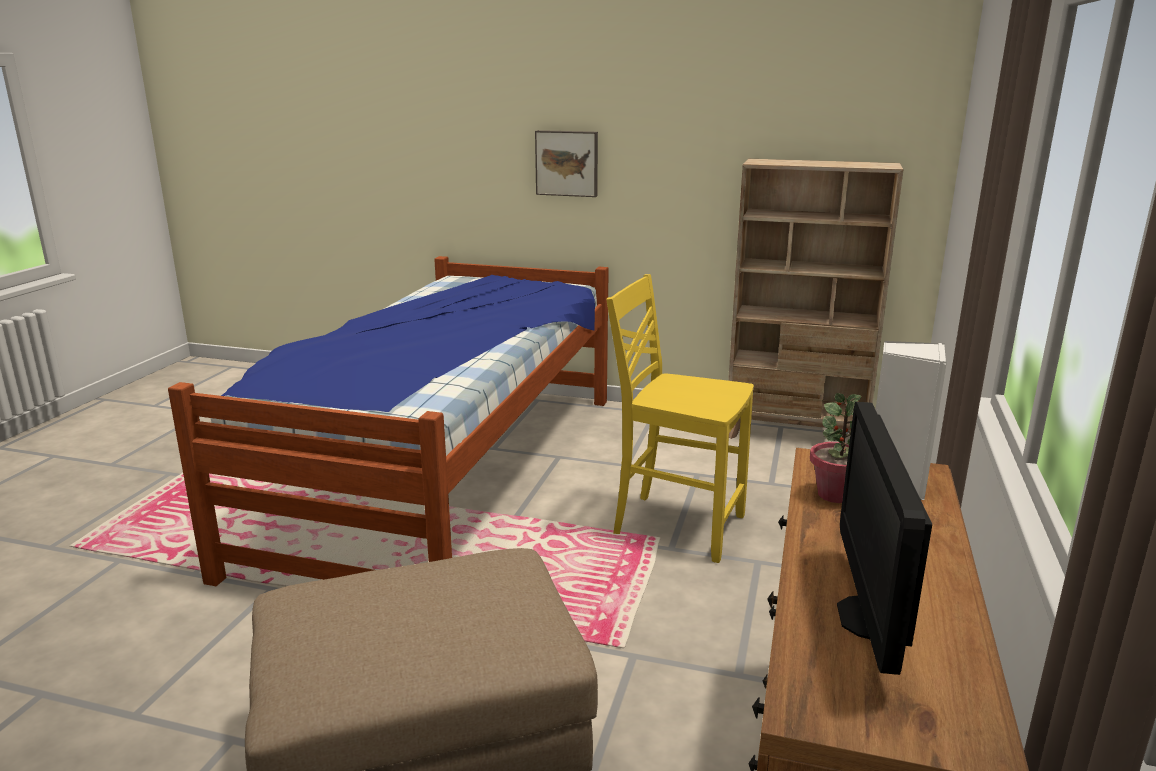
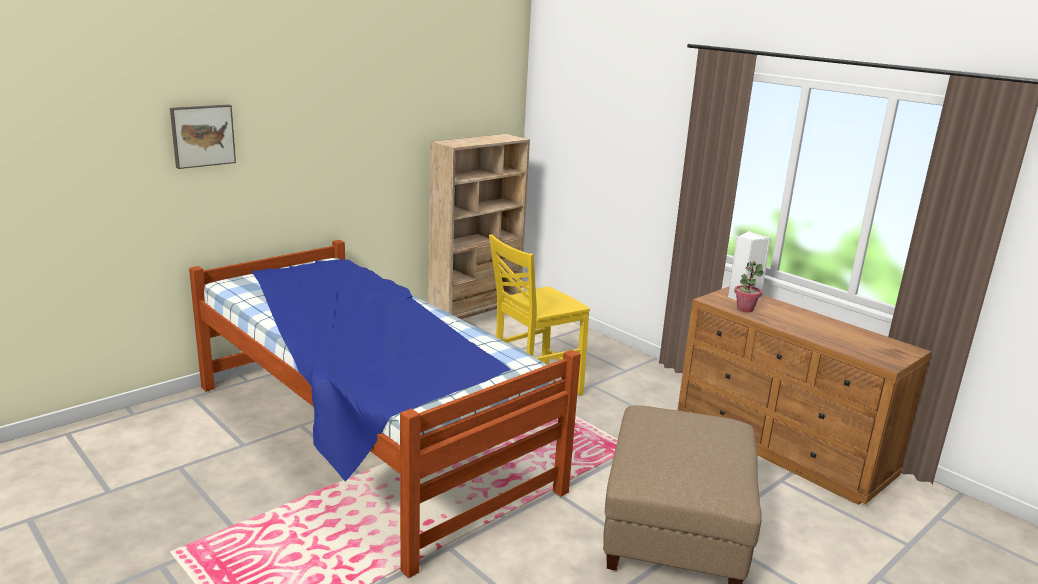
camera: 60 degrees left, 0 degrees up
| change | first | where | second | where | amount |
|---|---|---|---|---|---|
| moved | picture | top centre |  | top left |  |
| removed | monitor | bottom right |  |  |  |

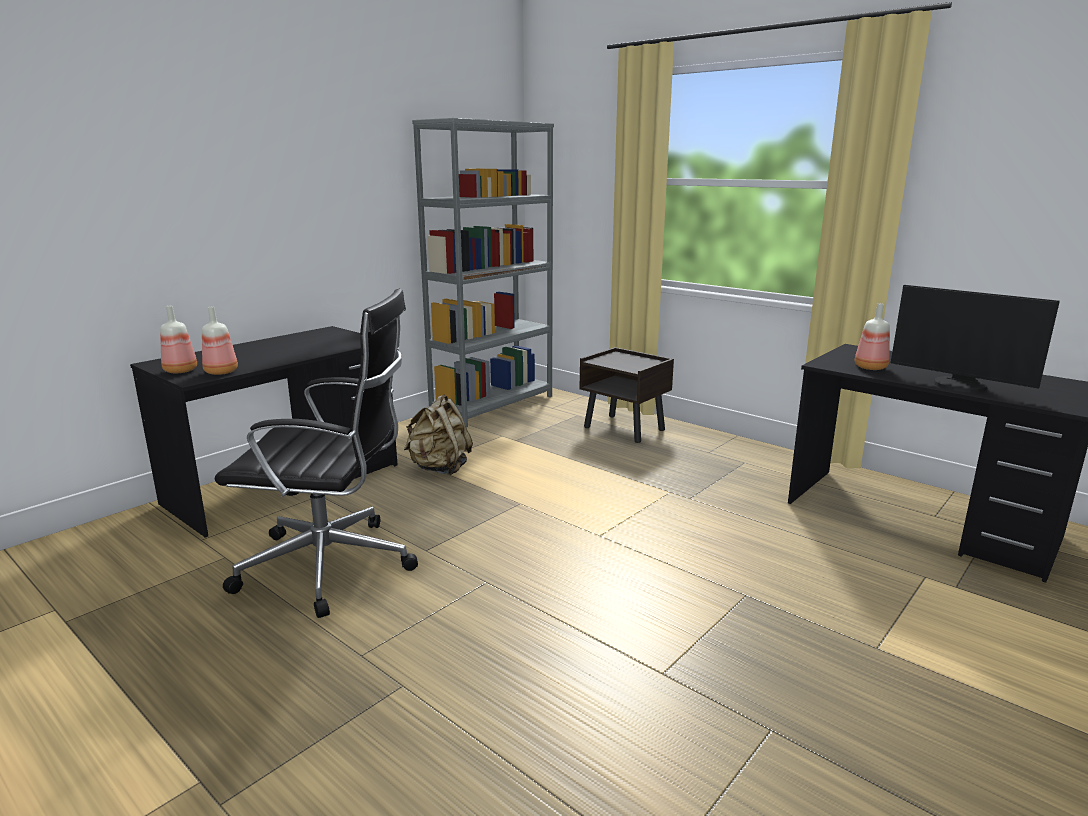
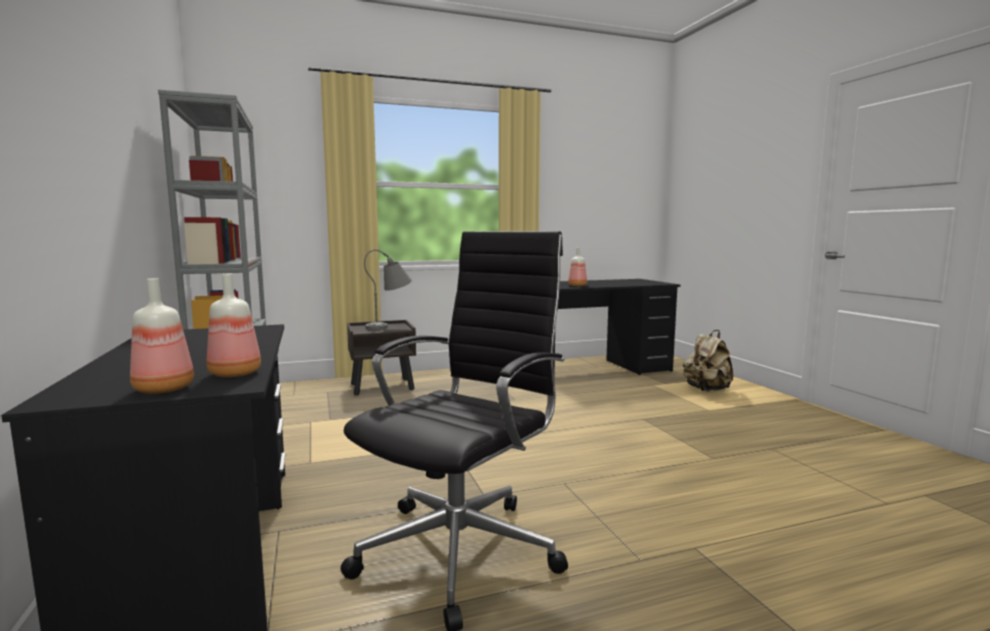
camera: 60 degrees left, 10 degrees down
| change | first | where | second | where | amount |
|---|---|---|---|---|---|
| removed | monitor | middle right |  |  |  |
| moved | backpack/beige | centre |  | middle right |  |
| added |  |  | table lamp/grey | centre |  |

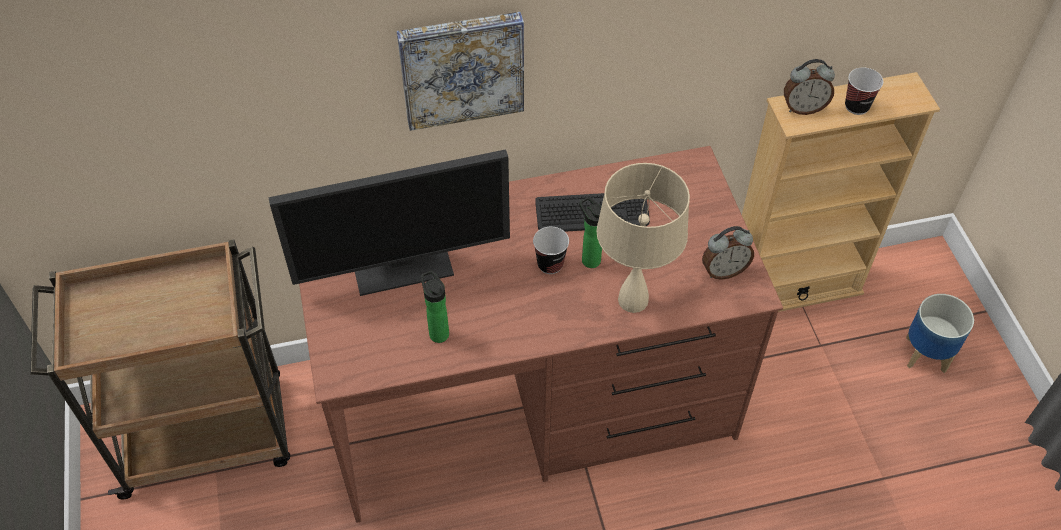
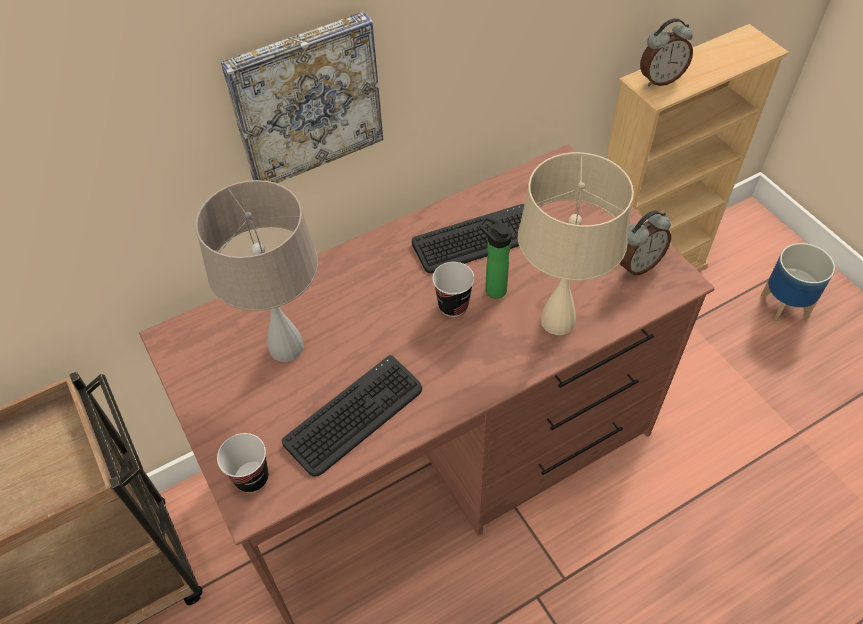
camera: 15 degrees left, 0 degrees up
| change | first | where | second | where | amount |
|---|---|---|---|---|---|
| moved | cup (2nd from left in the first image) | top right | cup (1st from left) | bottom left |  |
| replaced | monitor | centre | table lamp/beige (1st from left) | middle left |  |
| replaced | bottle (1st from left) | centre | keyboard (1st from left) | bottom centre |  |

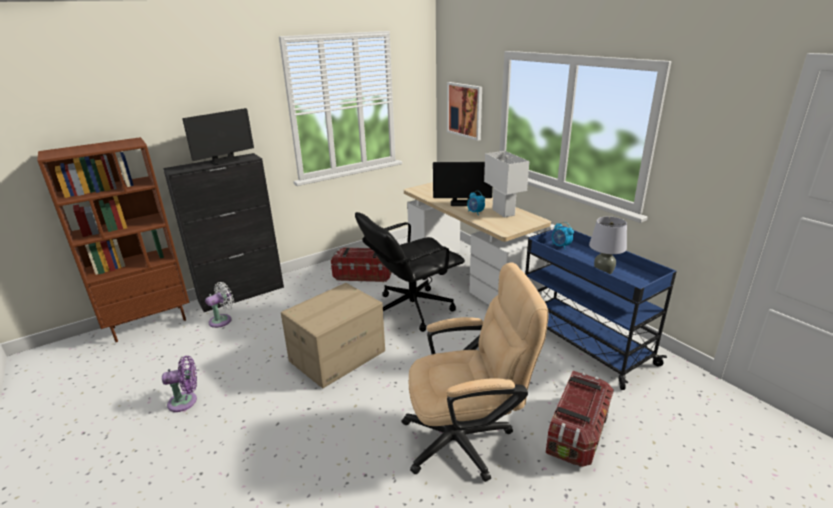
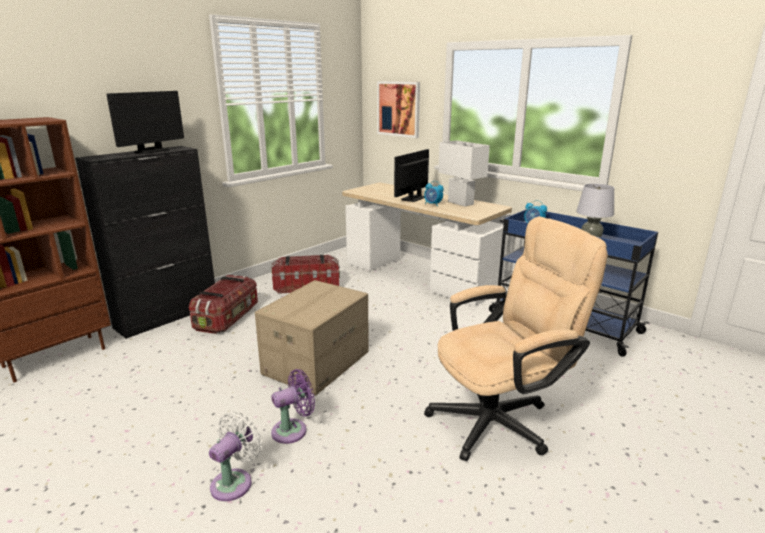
camera: 15 degrees left, 5 degrees down
| change | first | where | second | where | amount |
|---|---|---|---|---|---|
| turned | monitor (2nd from left) | centre |  | top centre | 135 degrees clockwise |
| removed | office chair/black | centre |  |  |  |
| moved | fan/white | middle left |  | bottom left |  |
| moved | fan/purple | bottom left |  | bottom centre |  |
| moved | storage box (2nd from left in the first image) | bottom right | storage box (1st from left) | middle left |  |

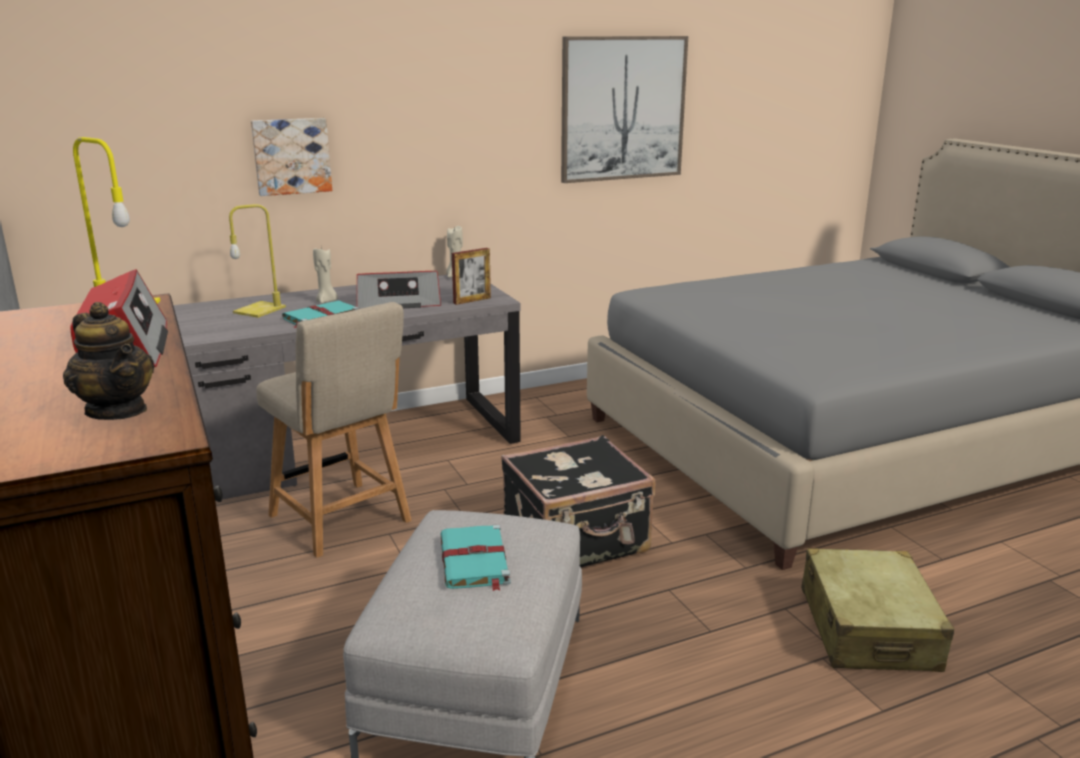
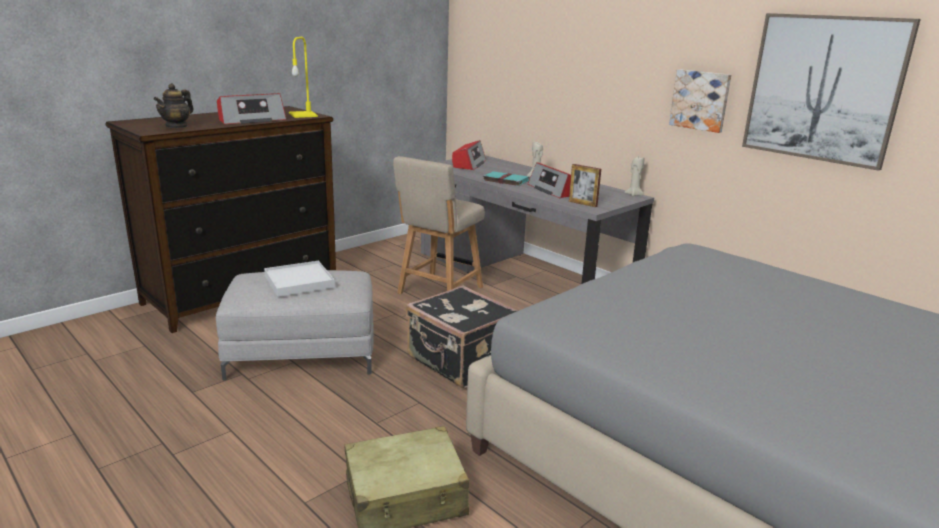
camera: 70 degrees right, 0 degrees up
| change | first | where | second | where | amount |
|---|---|---|---|---|---|
| moved | picture (1st from left) | top left |  | top right |  |
| removed | table lamp/yellow (2nd from left) | middle left |  |  |  |
| replaced | book/turquoise (2nd from left) | bottom centre | tray/white | middle left |  |
| added |  |  | radio (2nd from left) | top centre |  |

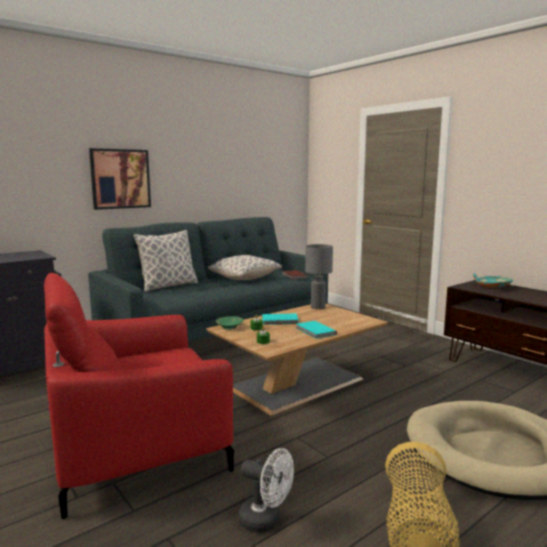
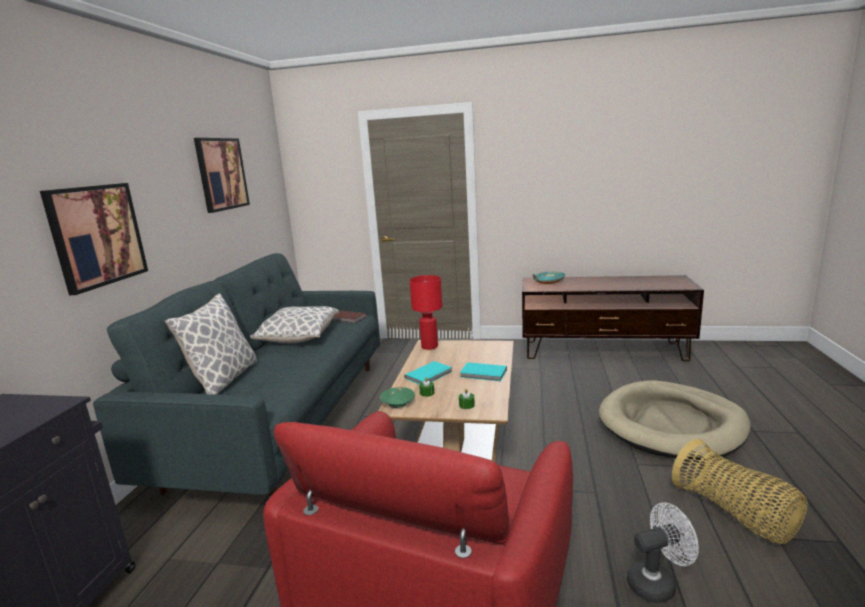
camera: 40 degrees left, 5 degrees up
| change | first | where | second | where | amount |
|---|---|---|---|---|---|
| recoloured | table lamp/grey | centre | table lamp/red | centre |  |
| added |  |  | picture (2nd from left) | top left |  |

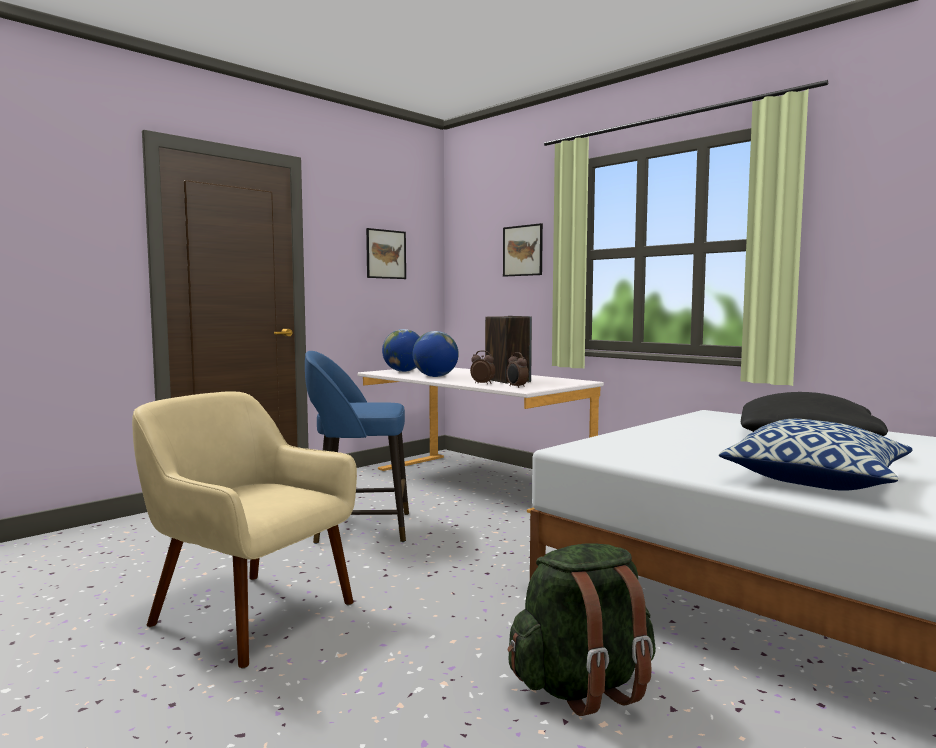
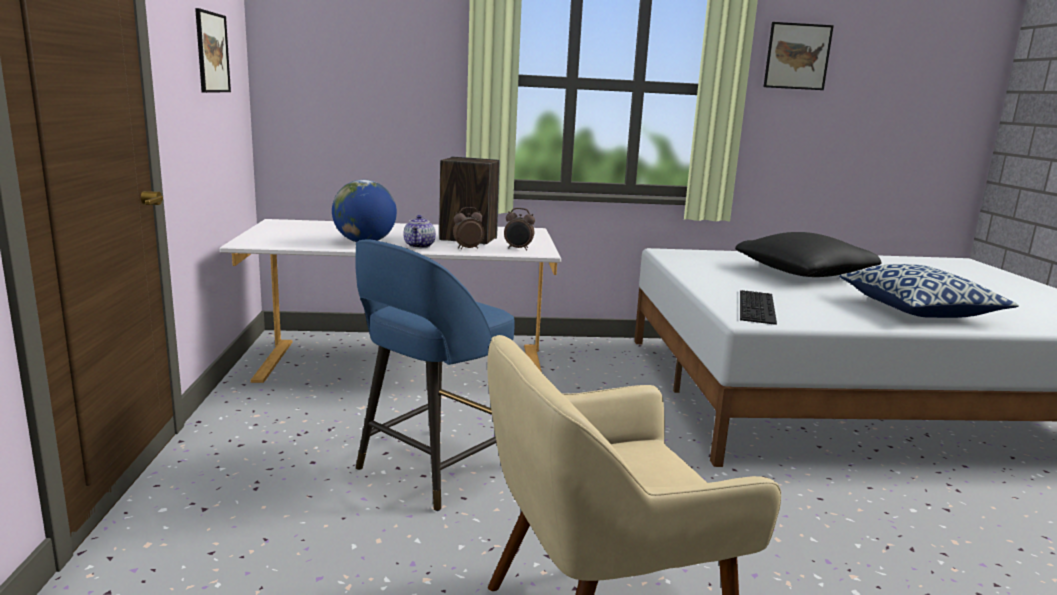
camera: 50 degrees left, 10 degrees up
| change | first | where | second | where | amount |
|---|---|---|---|---|---|
| moved | picture (2nd from left) | centre |  | top right |  |
| removed | globe (1st from left) | centre |  |  |  |
| removed | backpack/green | bottom centre |  |  |  |
| added |  |  | teapot | centre |  |
| added |  |  | keyboard | middle right |  |

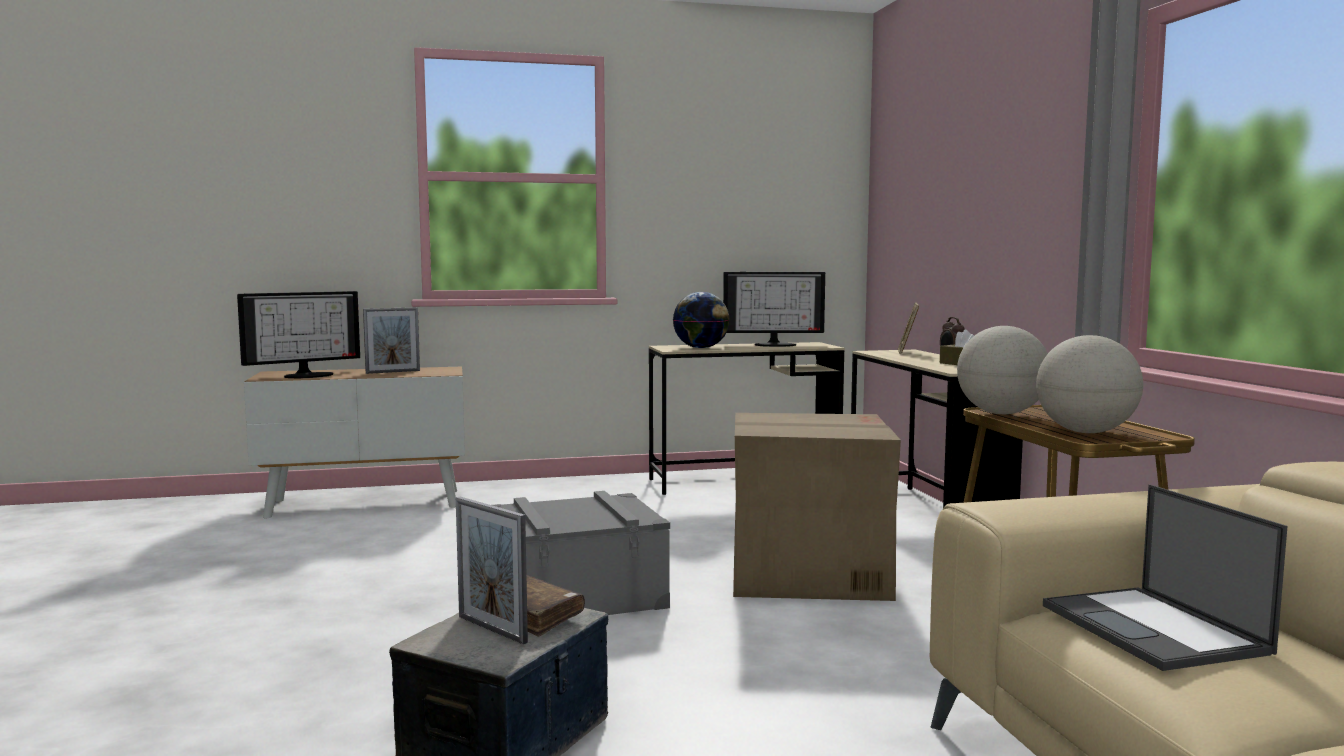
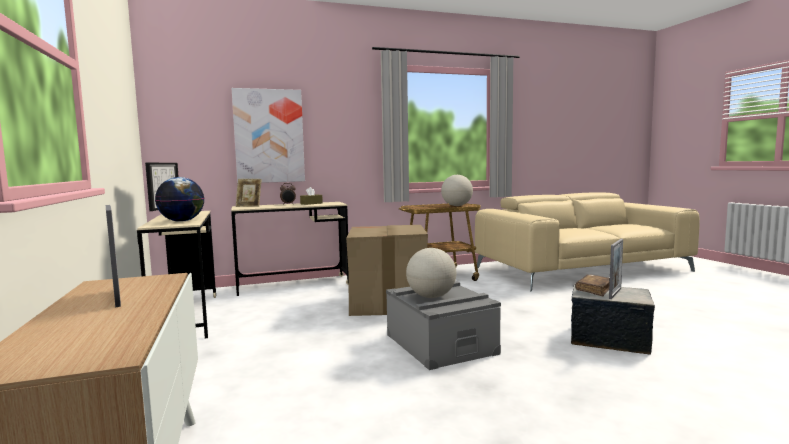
camera: 95 degrees left, 0 degrees up
| change | first | where | second | where | amount |
|---|---|---|---|---|---|
| removed | monitor (1st from left) | middle left |  |  |  |
| moved | globe (2nd from left) | middle right |  | centre |  |
| removed | laptop | bottom right |  |  |  |
| added |  |  | picture | top centre |  |

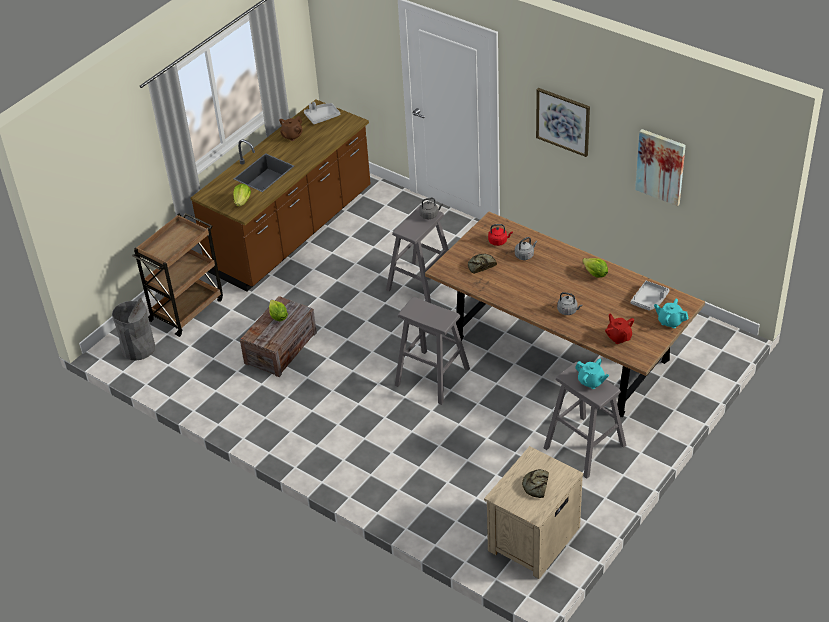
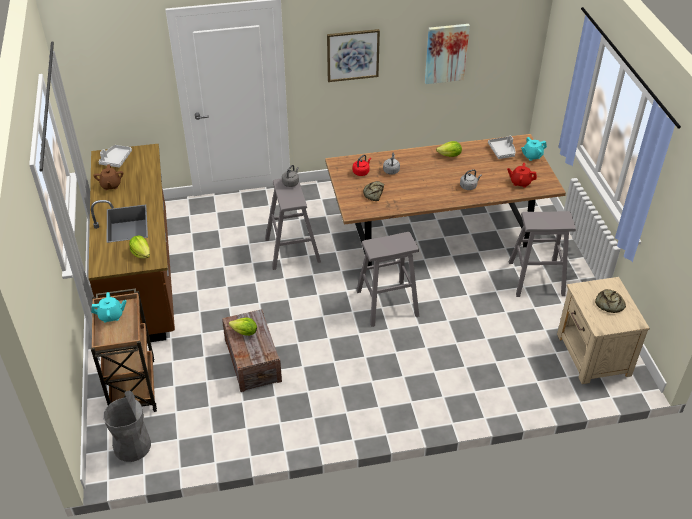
camera: 50 degrees left, 0 degrees up
| change | first | where | second | where | amount |
|---|---|---|---|---|---|
| moved | teapot/turquoise (1st from left) | middle right |  | middle left |  |

